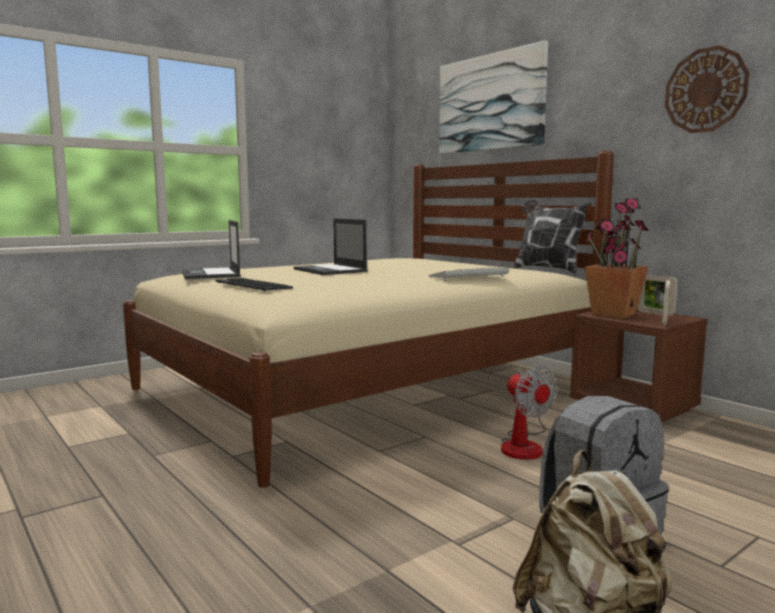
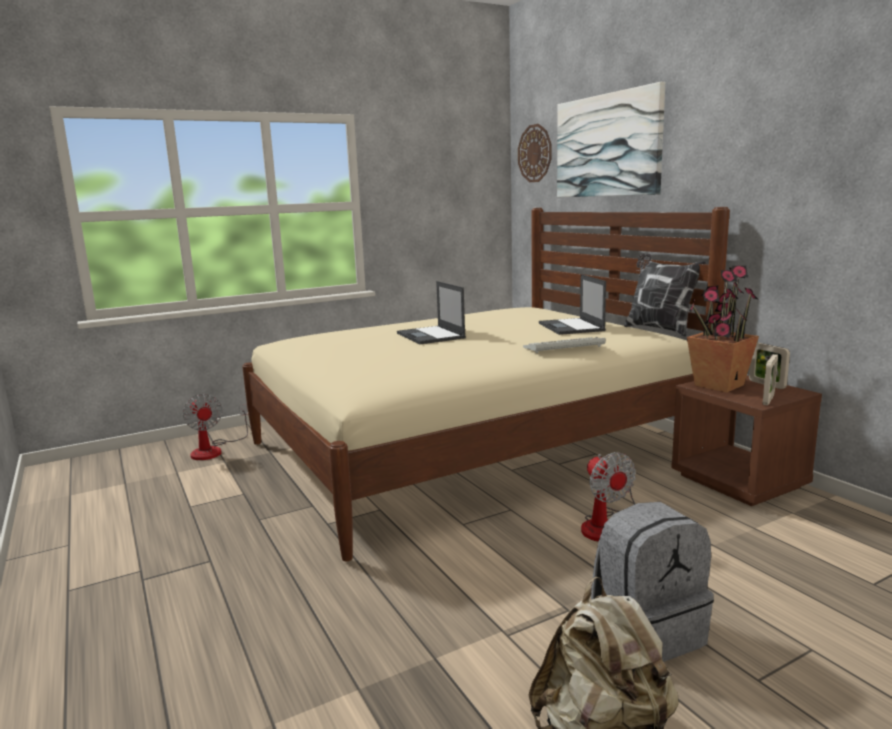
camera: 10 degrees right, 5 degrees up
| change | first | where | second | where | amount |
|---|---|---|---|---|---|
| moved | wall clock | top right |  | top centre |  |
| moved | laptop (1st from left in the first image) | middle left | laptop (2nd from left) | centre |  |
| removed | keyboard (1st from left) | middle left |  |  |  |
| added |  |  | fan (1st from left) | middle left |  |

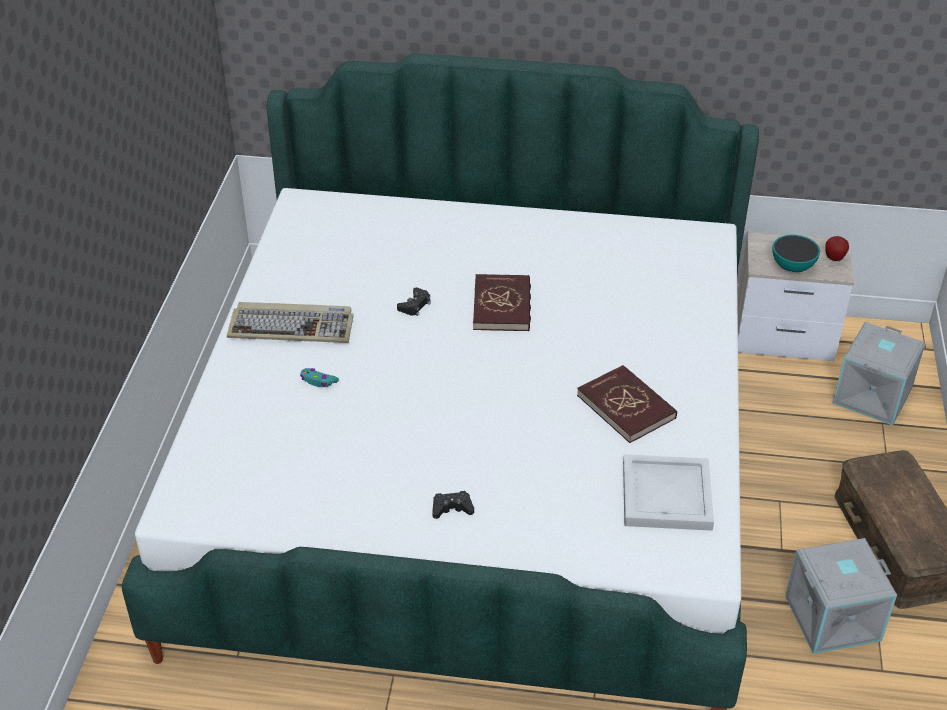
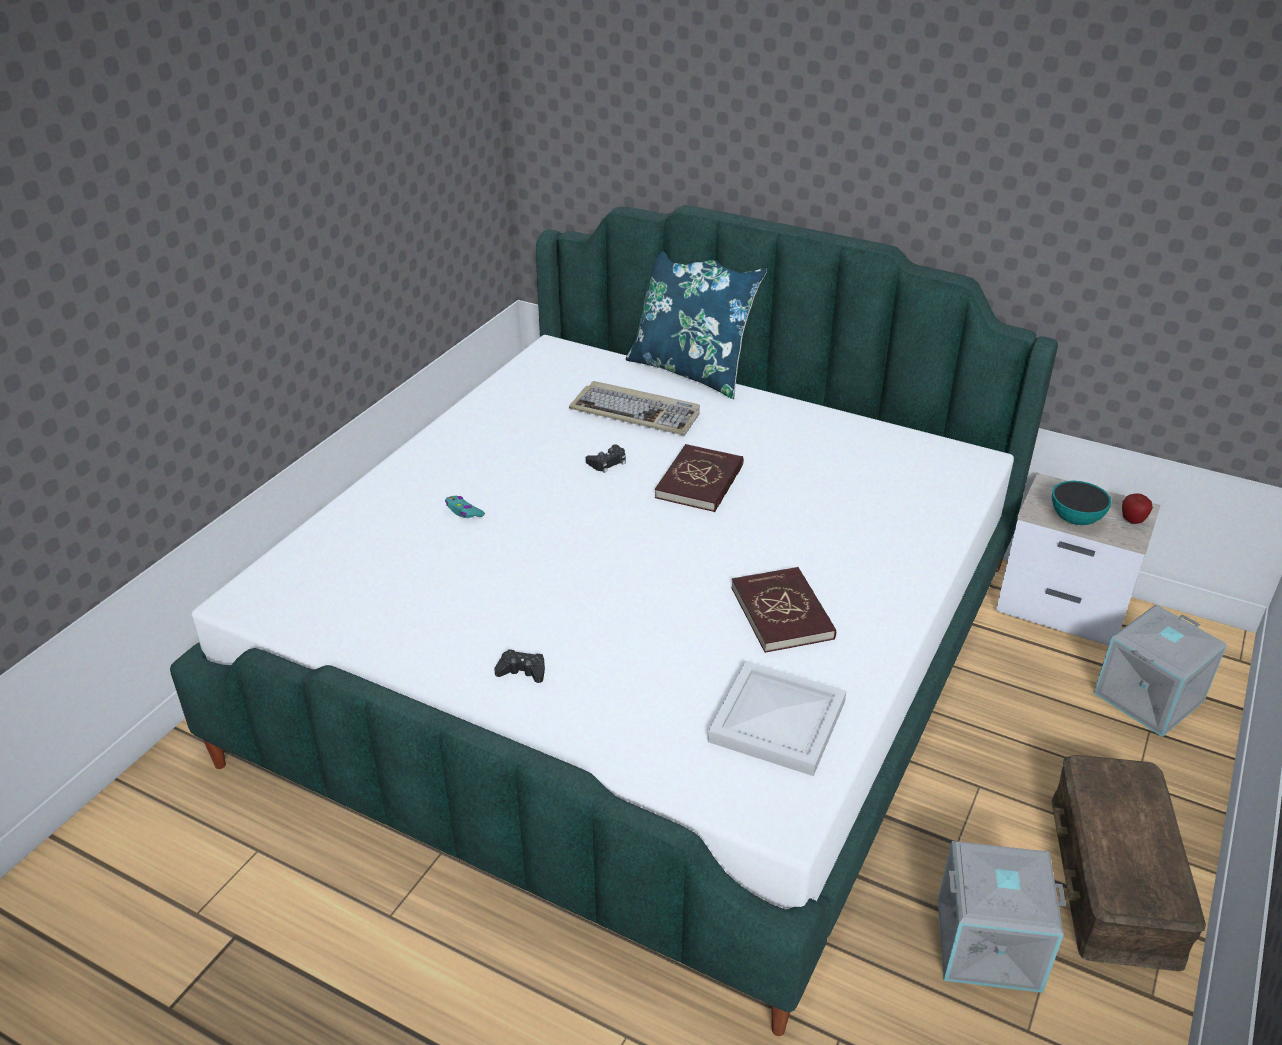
camera: 20 degrees right, 5 degrees down
| change | first | where | second | where | amount |
|---|---|---|---|---|---|
| moved | keyboard | middle left |  | centre |  |
| added |  |  | pillow/blue | top centre |  |

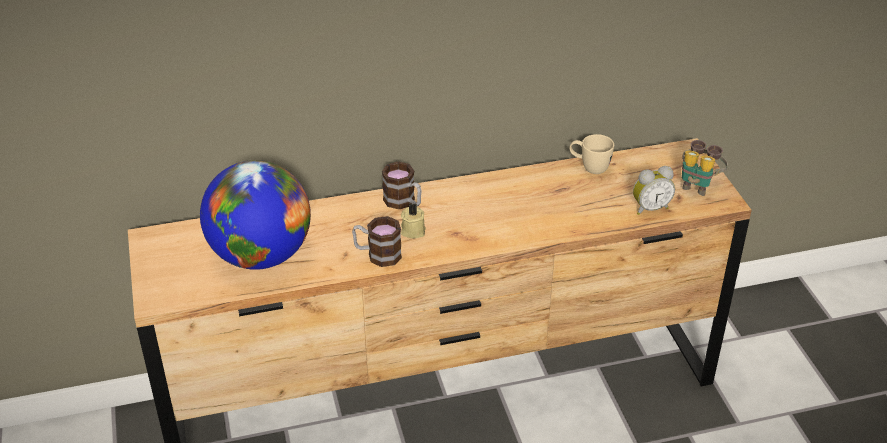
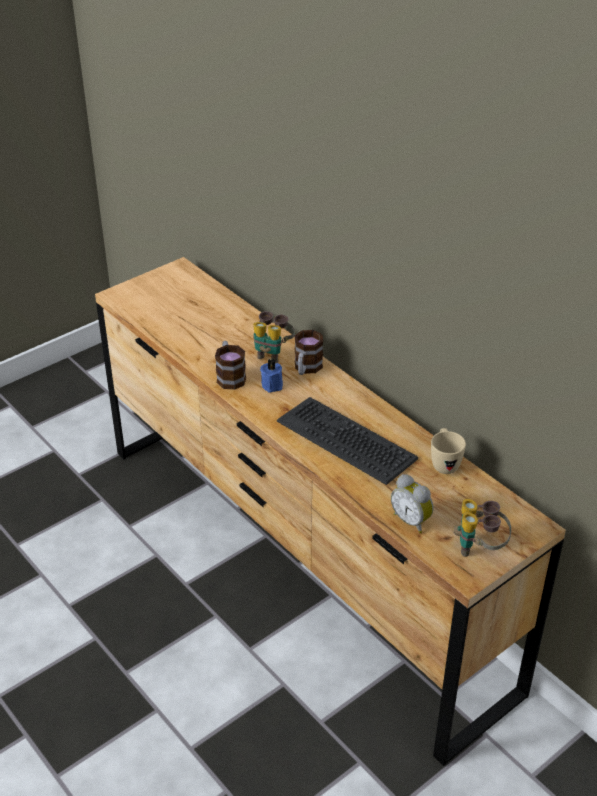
camera: 65 degrees right, 0 degrees up
| change | first | where | second | where | amount |
|---|---|---|---|---|---|
| removed | globe | middle left |  |  |  |
| recoloured | candle/beige | centre | candle/blue | centre |  |
| added |  |  | binoculars (1st from left) | centre |  |
| added |  |  | keyboard | centre |  |

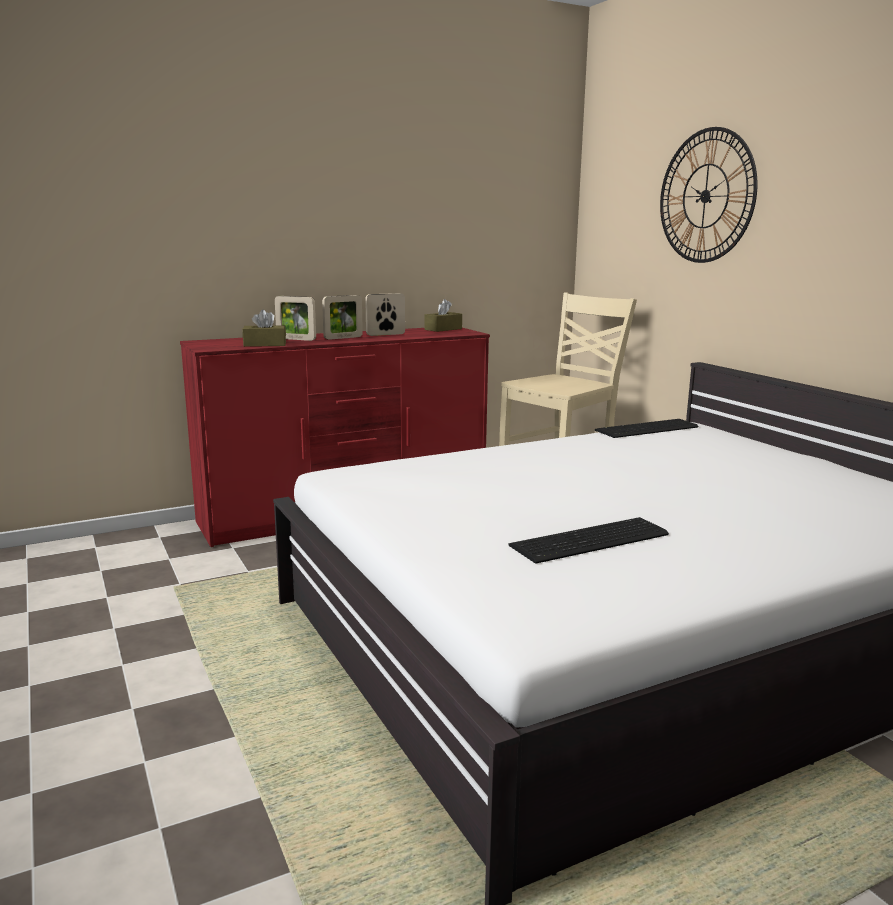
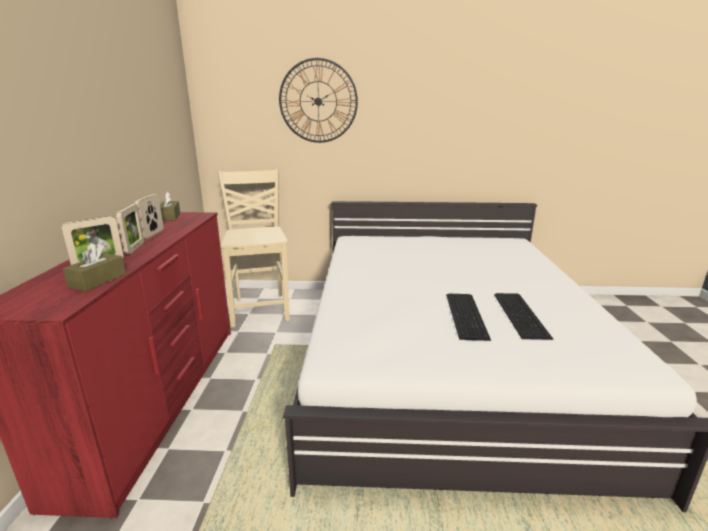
camera: 60 degrees left, 5 degrees up
| change | first | where | second | where | amount |
|---|---|---|---|---|---|
| moved | keyboard (2nd from left in the first image) | middle right | keyboard (1st from left) | centre |  |

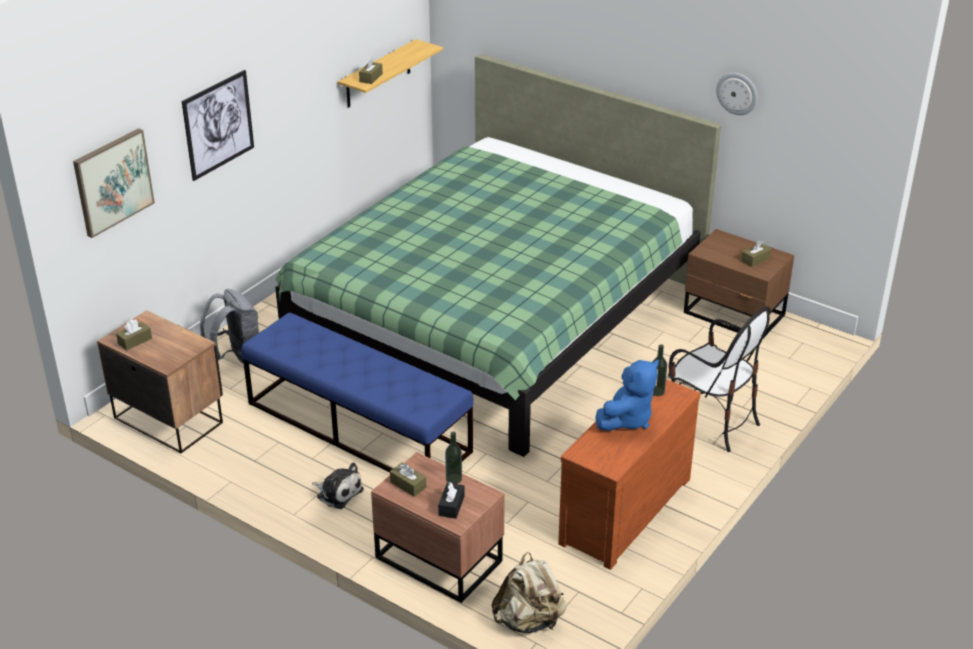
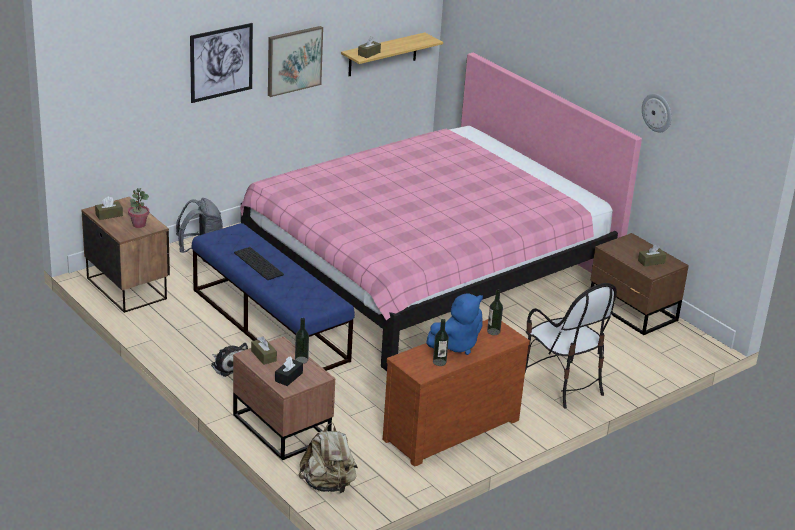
camera: 15 degrees right, 5 degrees down
| change | first | where | second | where | amount |
|---|---|---|---|---|---|
| recoloured | bed/green | centre | bed/pink | centre |  |
| moved | picture (1st from left in the first image) | top left | picture (2nd from left) | top centre |  |
| added |  |  | potted plant | middle left |  |
| added |  |  | keyboard | middle left |  |
| added |  |  | bottle (2nd from left) | centre |  |

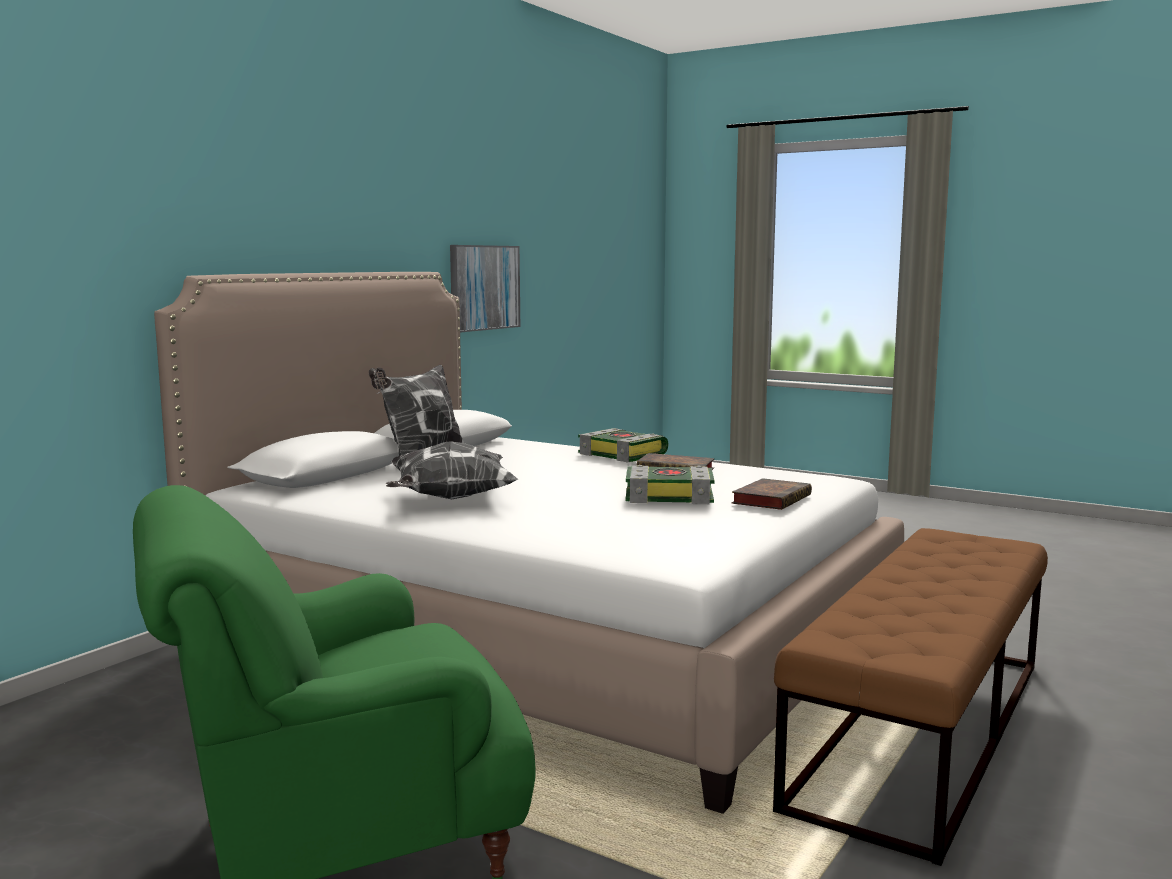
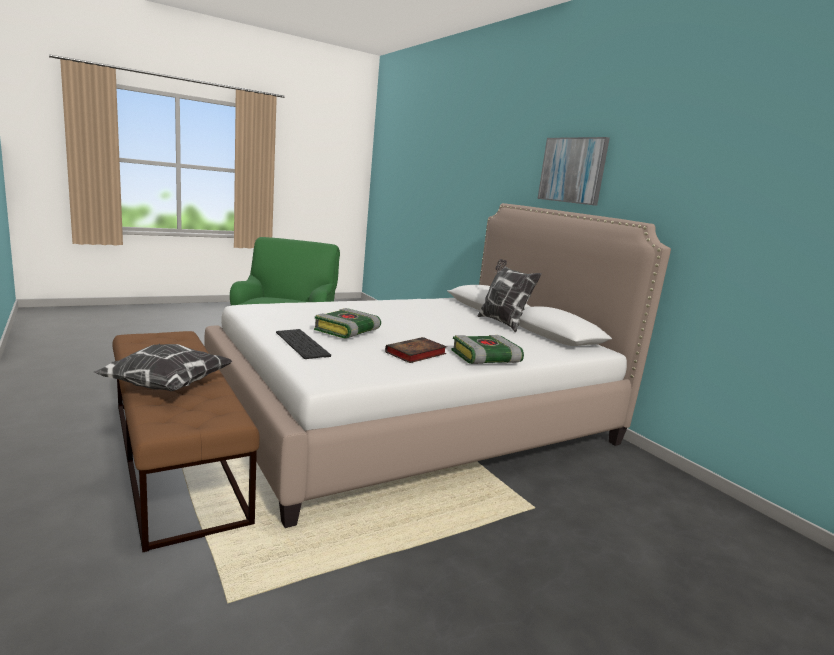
camera: 115 degrees right, 5 degrees up
| change | first | where | second | where | amount |
|---|---|---|---|---|---|
| moved | picture | top centre |  | top right |  |
| moved | pillow (2nd from left in the first image) | centre | pillow (1st from left) | middle left |  |
| replaced | book (4th from left) | centre | keyboard | centre |  |

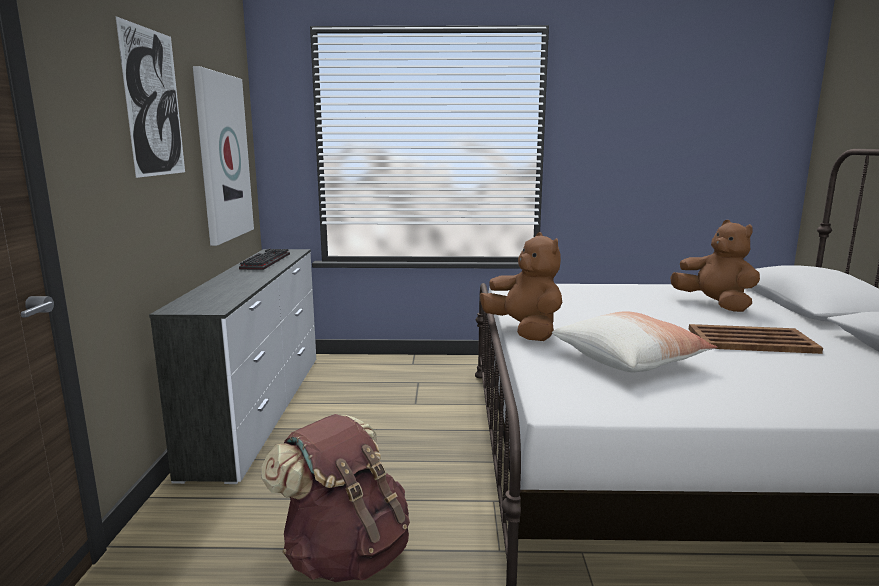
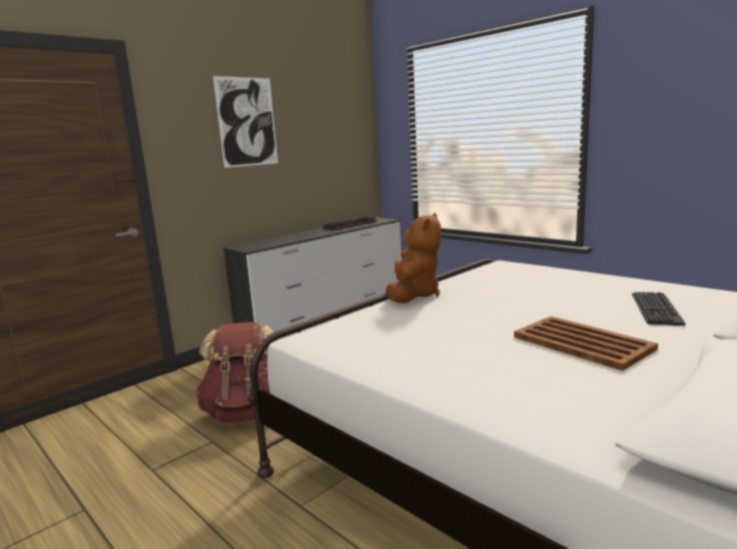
camera: 45 degrees right, 0 degrees up
| change | first | where | second | where | amount |
|---|---|---|---|---|---|
| removed | picture (2nd from left) | top left |  |  |  |
| replaced | plush toy/brown (2nd from left) | middle right | keyboard (2nd from left) | middle right |  |
| removed | pillow | middle right |  |  |  |

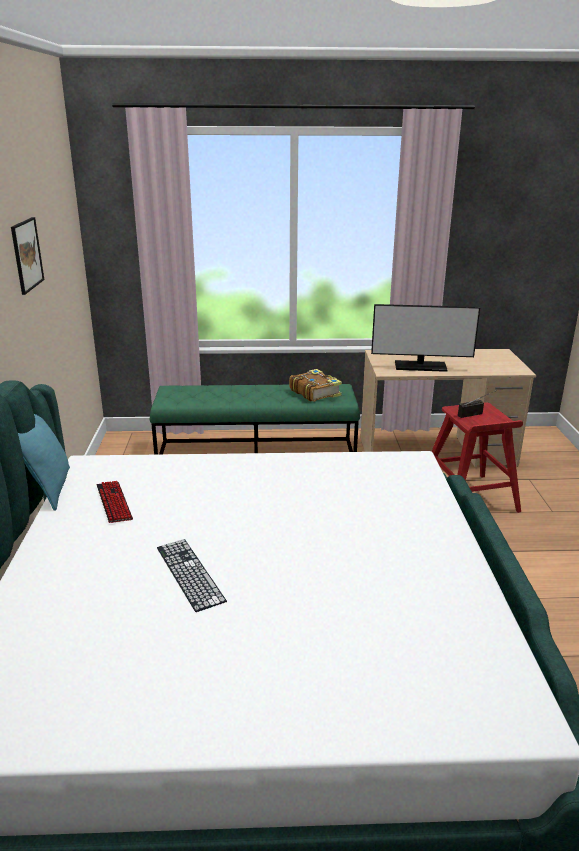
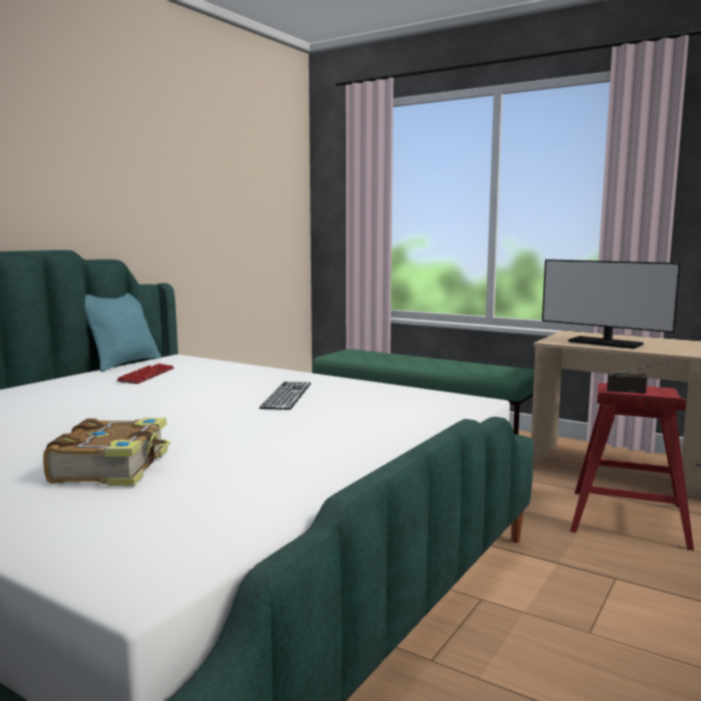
camera: 35 degrees right, 15 degrees down
| change | first | where | second | where | amount |
|---|---|---|---|---|---|
| removed | picture | top left |  |  |  |
| moved | book | centre |  | middle left |  |
| moved | keyboard (2nd from left) | bottom left |  | centre |  |

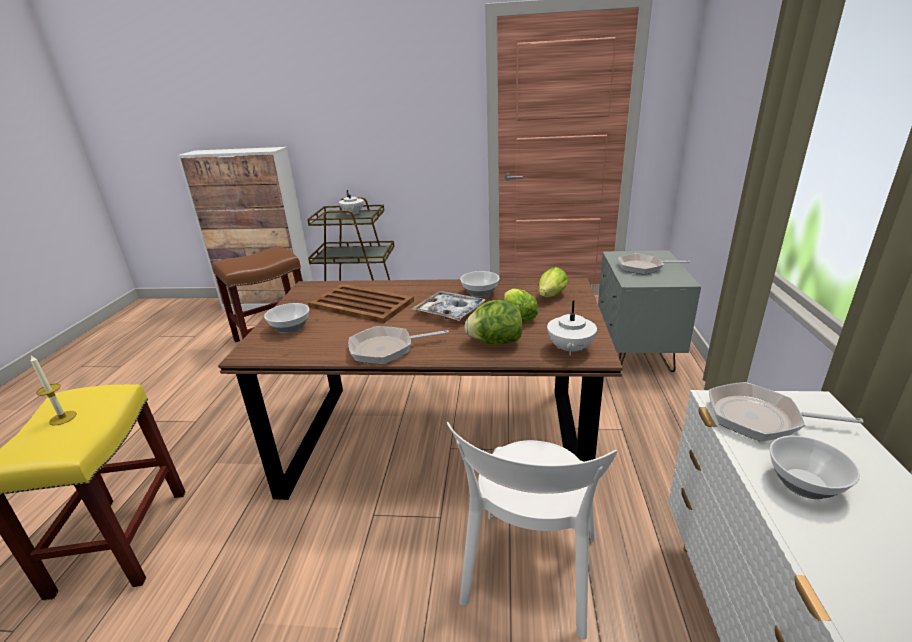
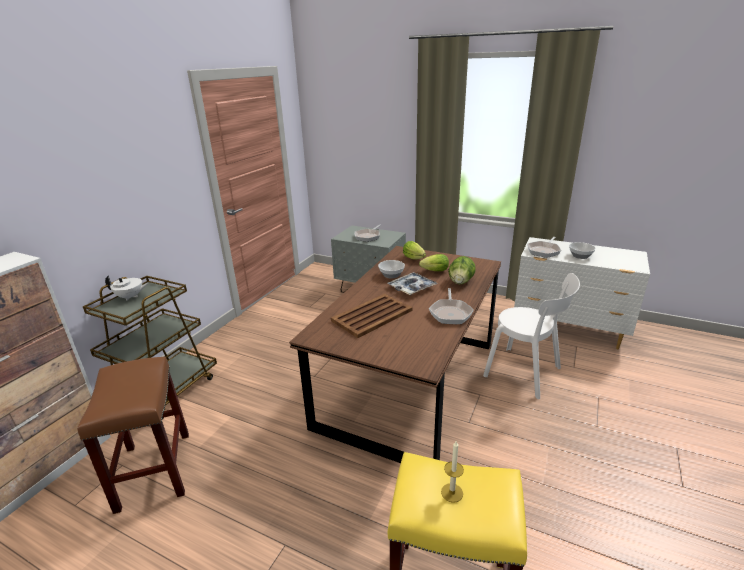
camera: 70 degrees left, 0 degrees up
| change | first | where | second | where | amount |
|---|---|---|---|---|---|
| removed | teapot/white (2nd from left) | centre |  |  |  |
| removed | bowl (1st from left) | middle left |  |  |  |

